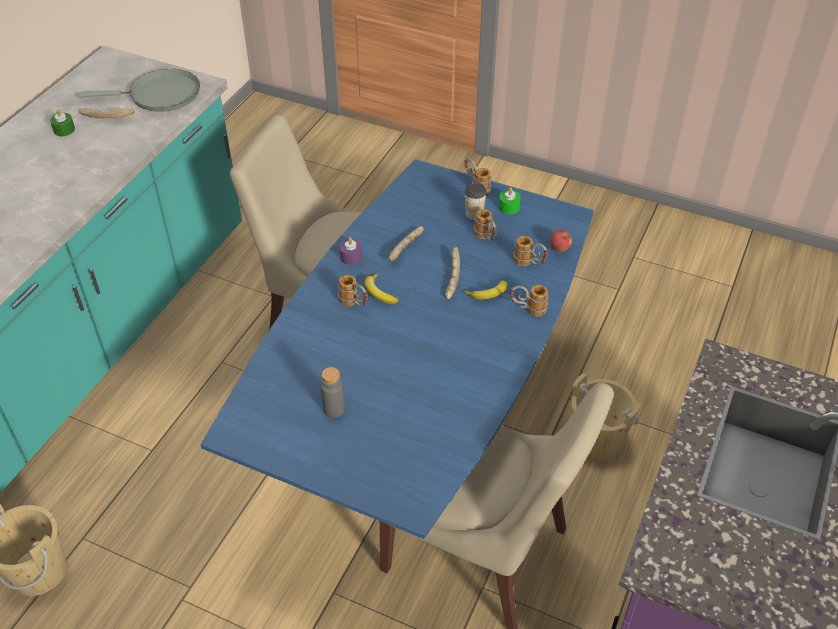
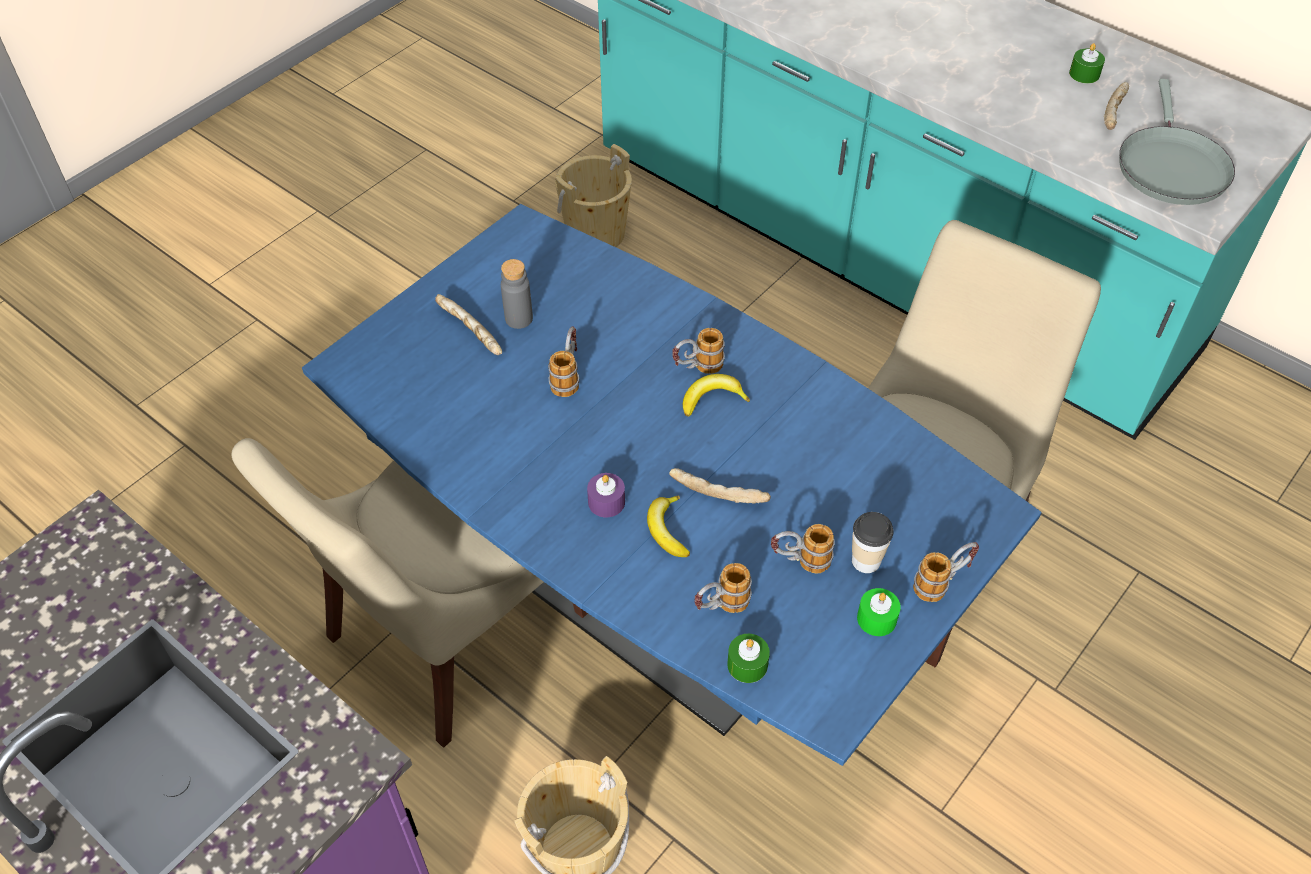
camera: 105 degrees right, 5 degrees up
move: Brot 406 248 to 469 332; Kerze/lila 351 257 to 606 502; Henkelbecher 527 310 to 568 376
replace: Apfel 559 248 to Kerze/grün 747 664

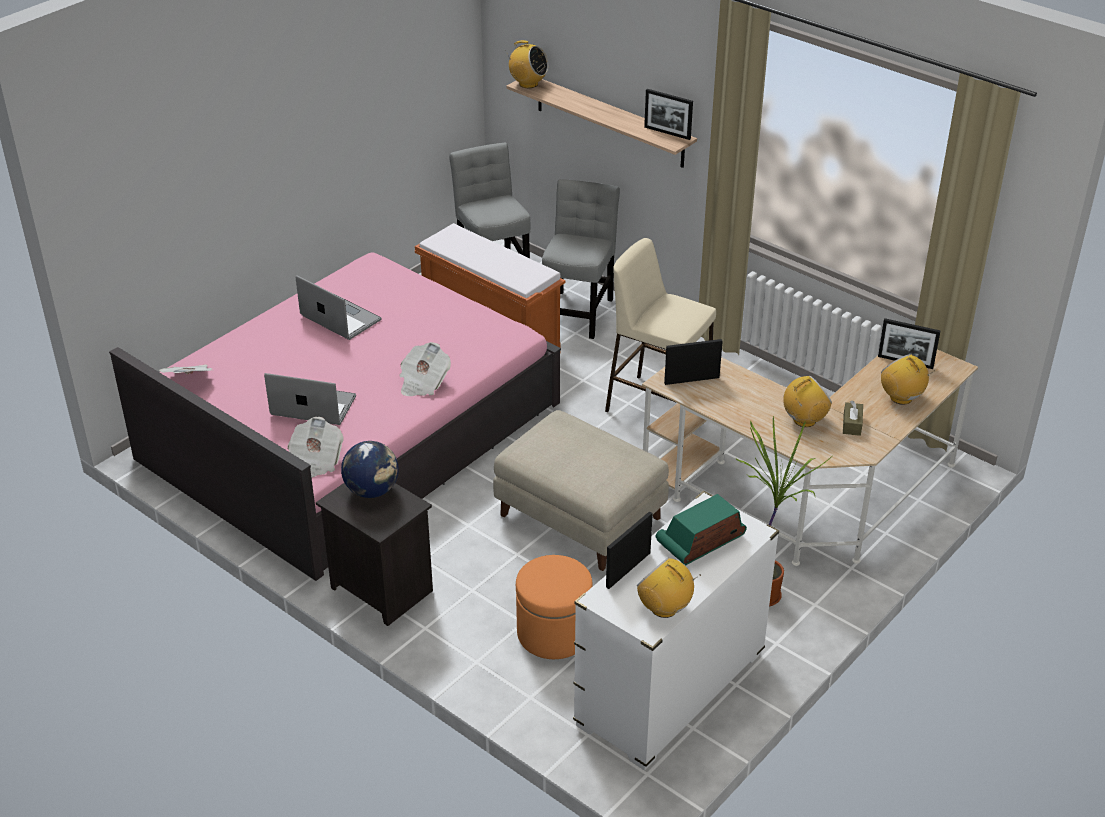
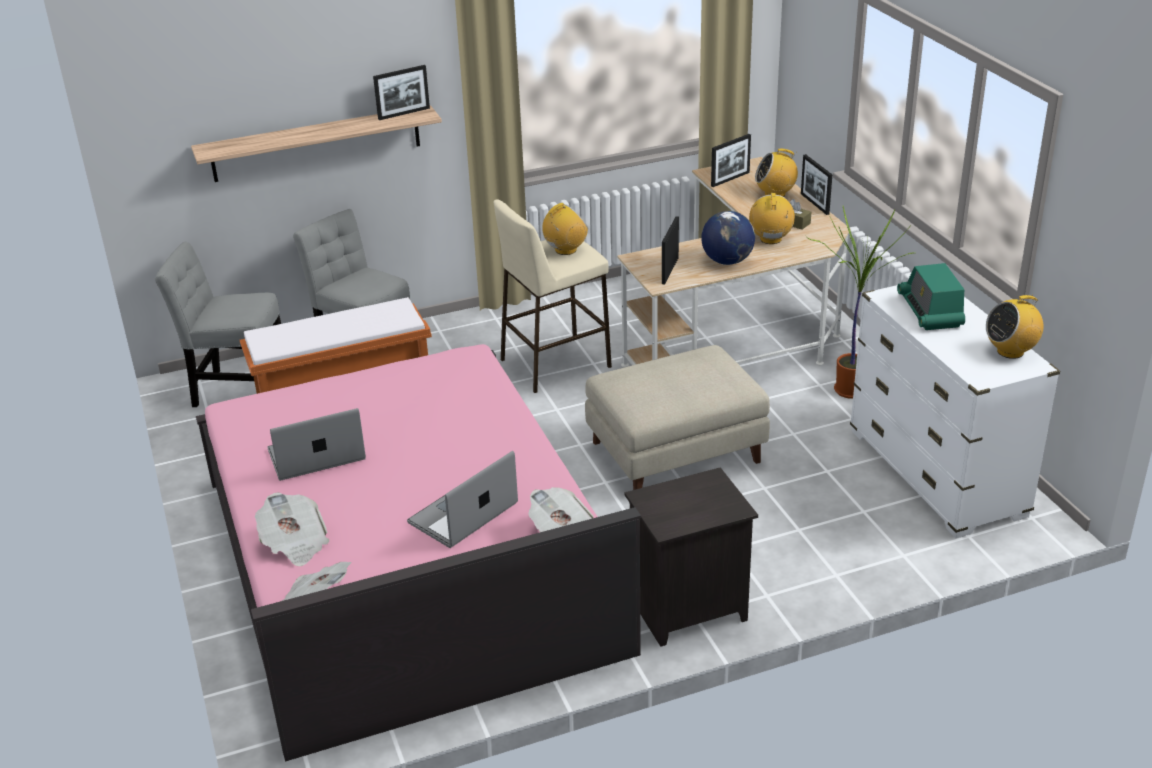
camera: 60 degrees left, 5 degrees down
delete: Polsterhocker/orange 554 633
move: Radio 528 84 to 565 250; Zeitung 423 382 to 295 544; Globus 372 490 to 727 261; Bilderrahmen 628 570 to 814 204

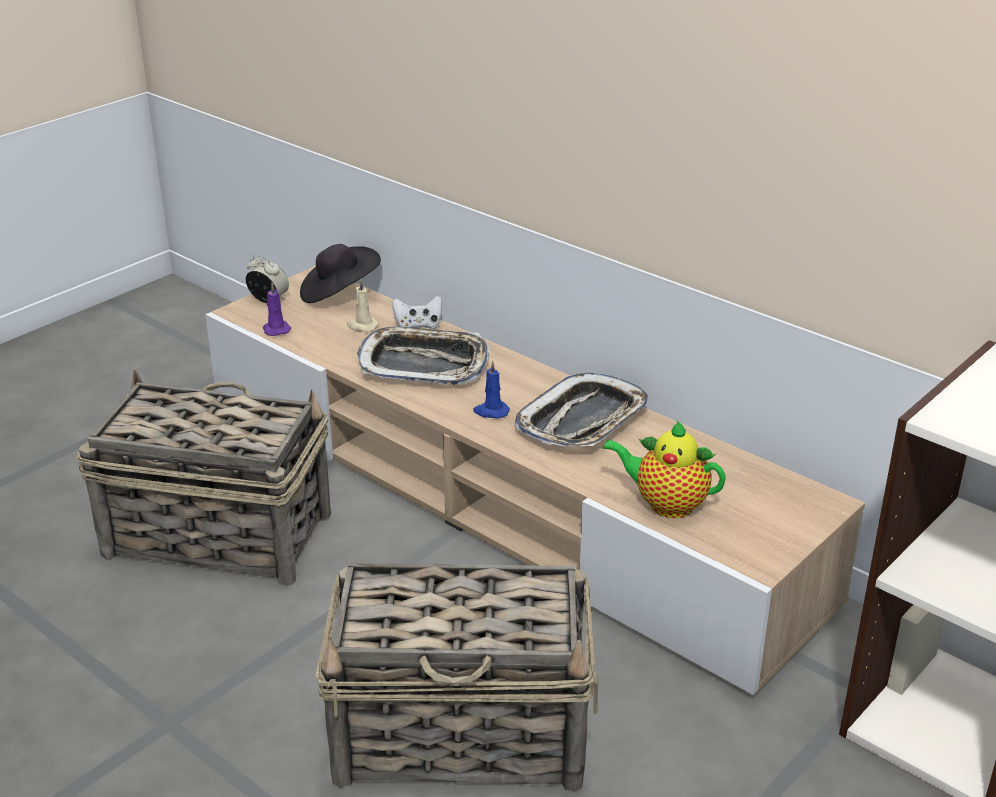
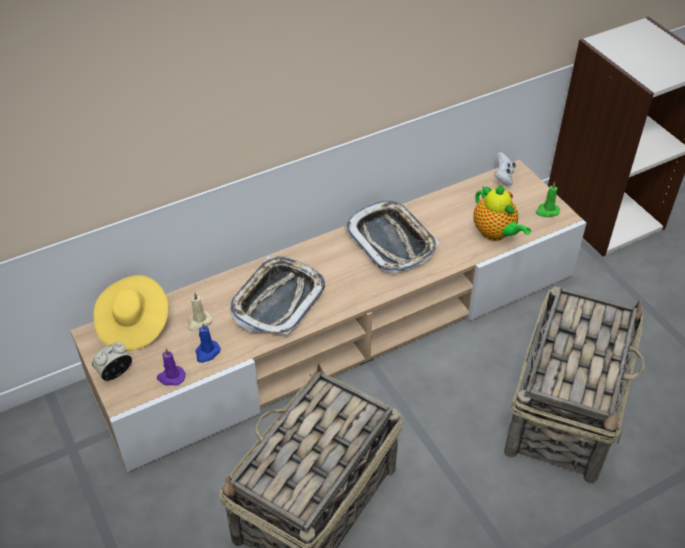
camera: 70 degrees left, 15 degrees up
insert: Kerze/grün 547 211
move: Gamepad/weiß 418 326 to 503 178; Kerze/blau 491 411 to 207 352
recolor: Hut/schwarz 339 293 to Hut/gelb 133 325
rotate: Teekanne 666 504 = 495 233 75 degrees counterclockwise

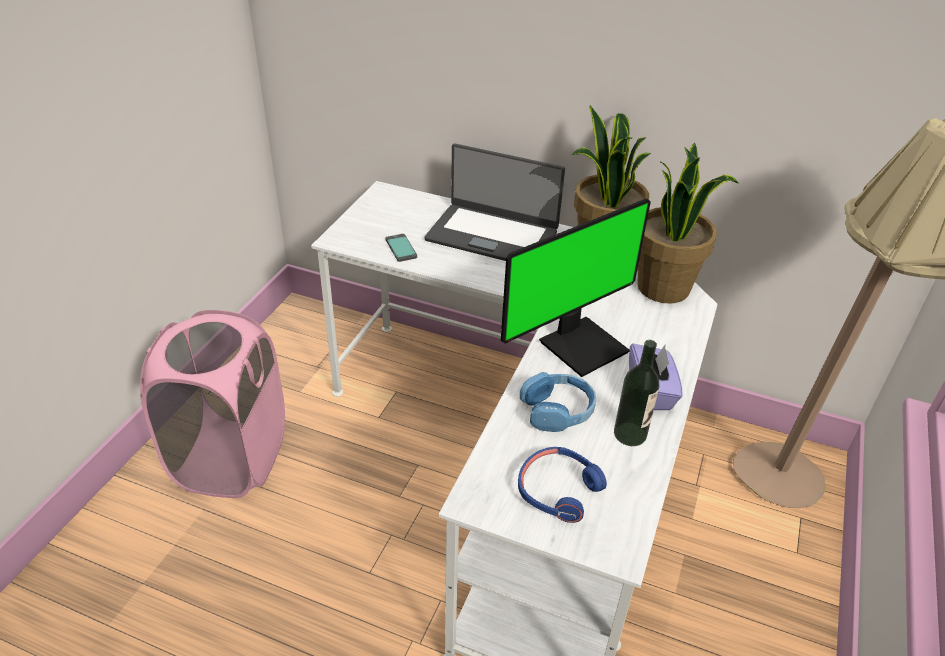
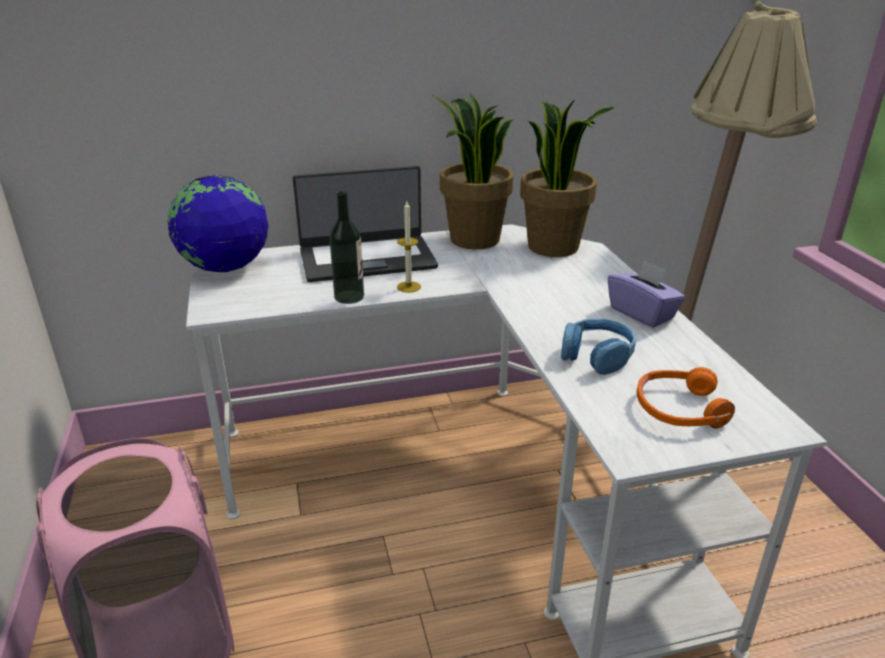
camera: 35 degrees left, 10 degrees down
delete: Monitor 581 344; Handy 401 248
insert: Globus 225 268; Kerze 408 287
move: Flasche 630 434 to 349 297
recolor: Kopfhörer/blau 558 490 to Kopfhörer/orange 679 409

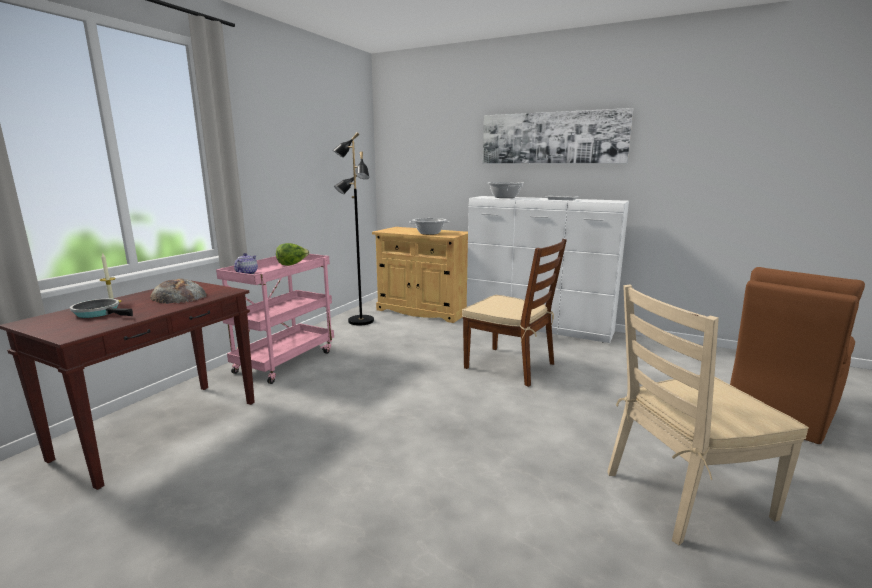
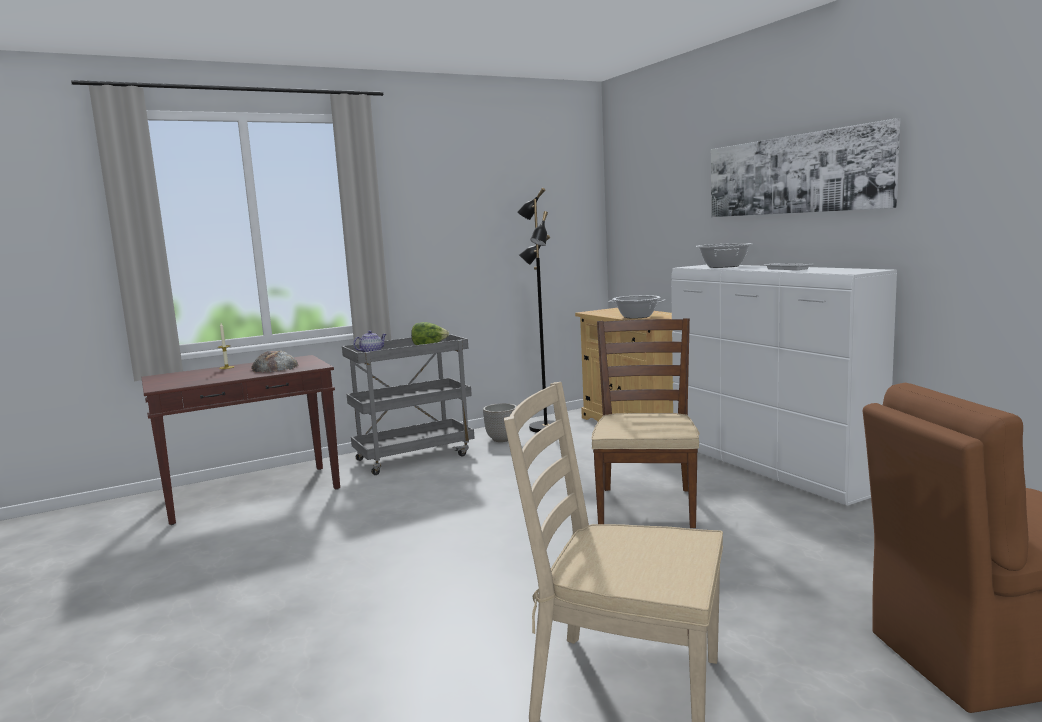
camera: 35 degrees right, 5 degrees down
delete: Pfanne 100 313
insert: Pflanzkübel 502 439
recolor: Rollwagen/rosa 285 361 to Rollwagen/grau 414 457
rotate: Stuhl/braun 510 366 = 646 506 150 degrees counterclockwise

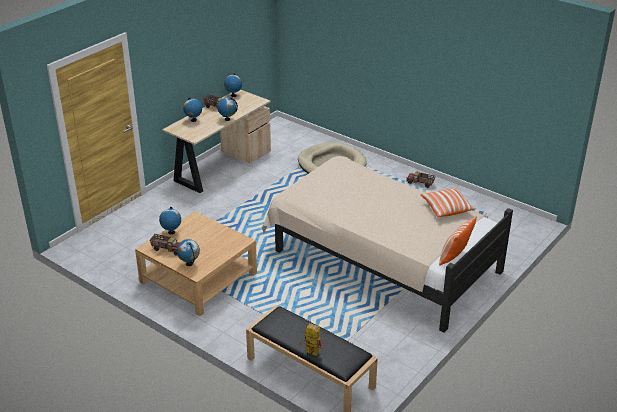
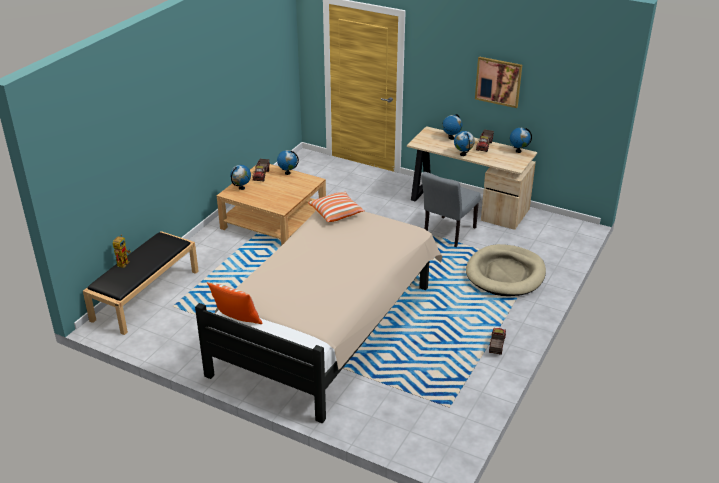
camera: 80 degrees right, 0 degrees up
insert: Bild 498 81; Stuhl/grau 447 234
move: Kissen 446 208 to 336 213

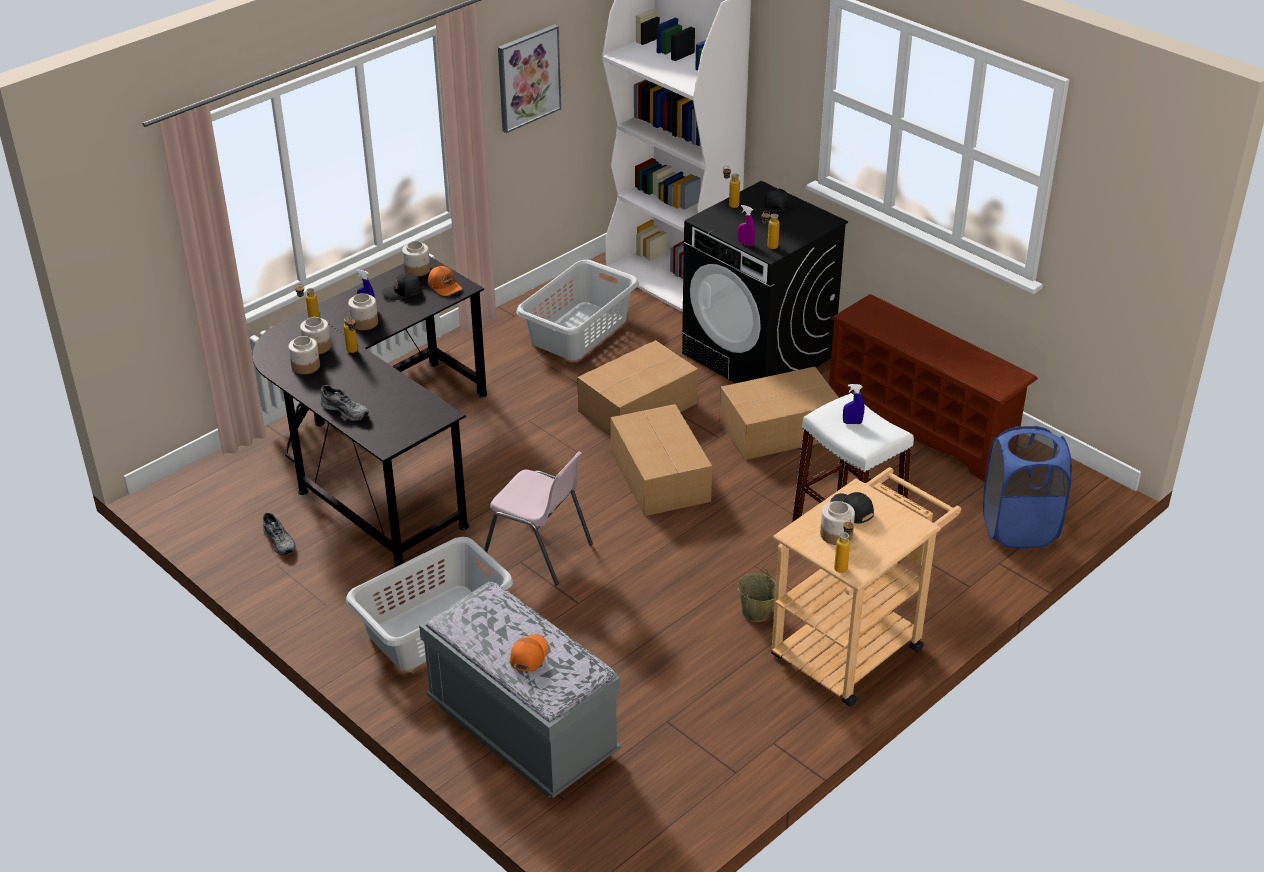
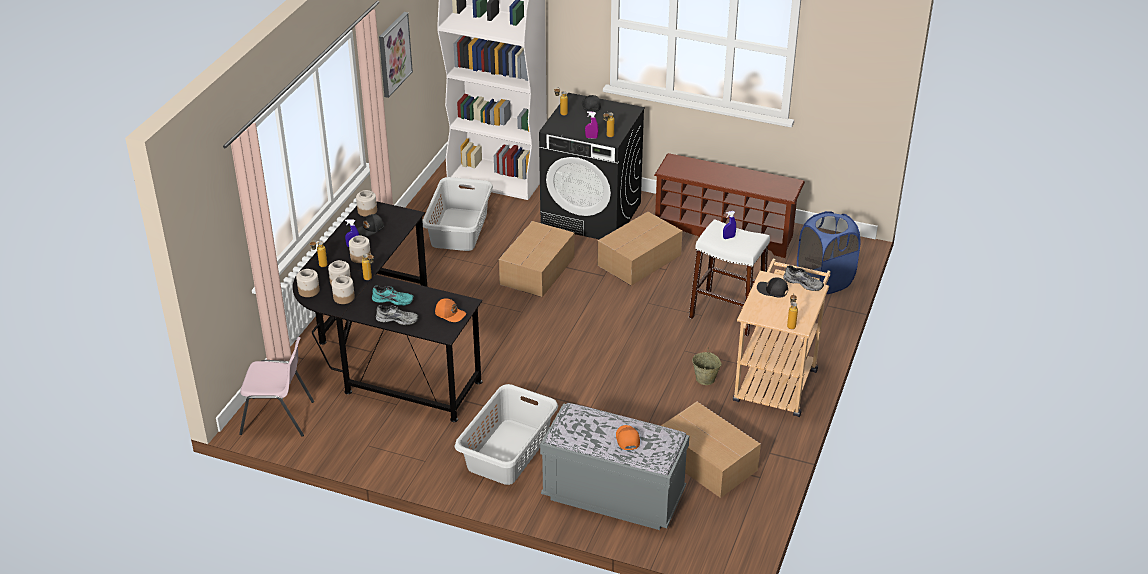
camera: 25 degrees left, 0 degrees up
insert: Schuh/türkis 393 299
move: Kappe/orange 445 286 to 450 314; Karton 659 477 to 707 462; Stuhl/rosa 539 552 to 278 418; Vorratsglas 836 534 to 309 291; Schuh/grau 280 541 to 803 283

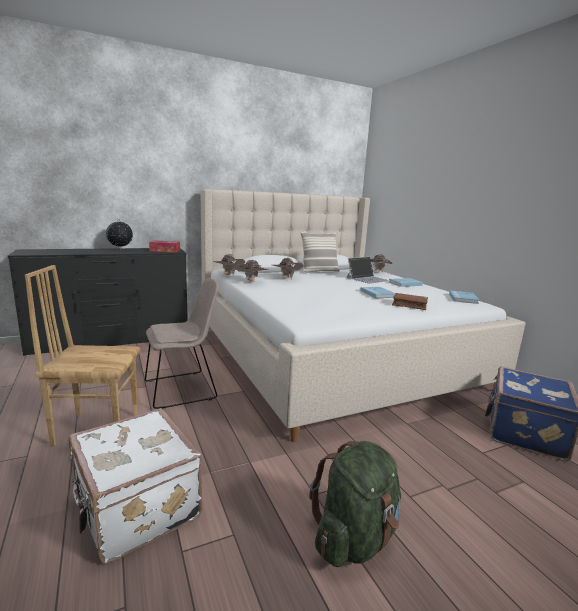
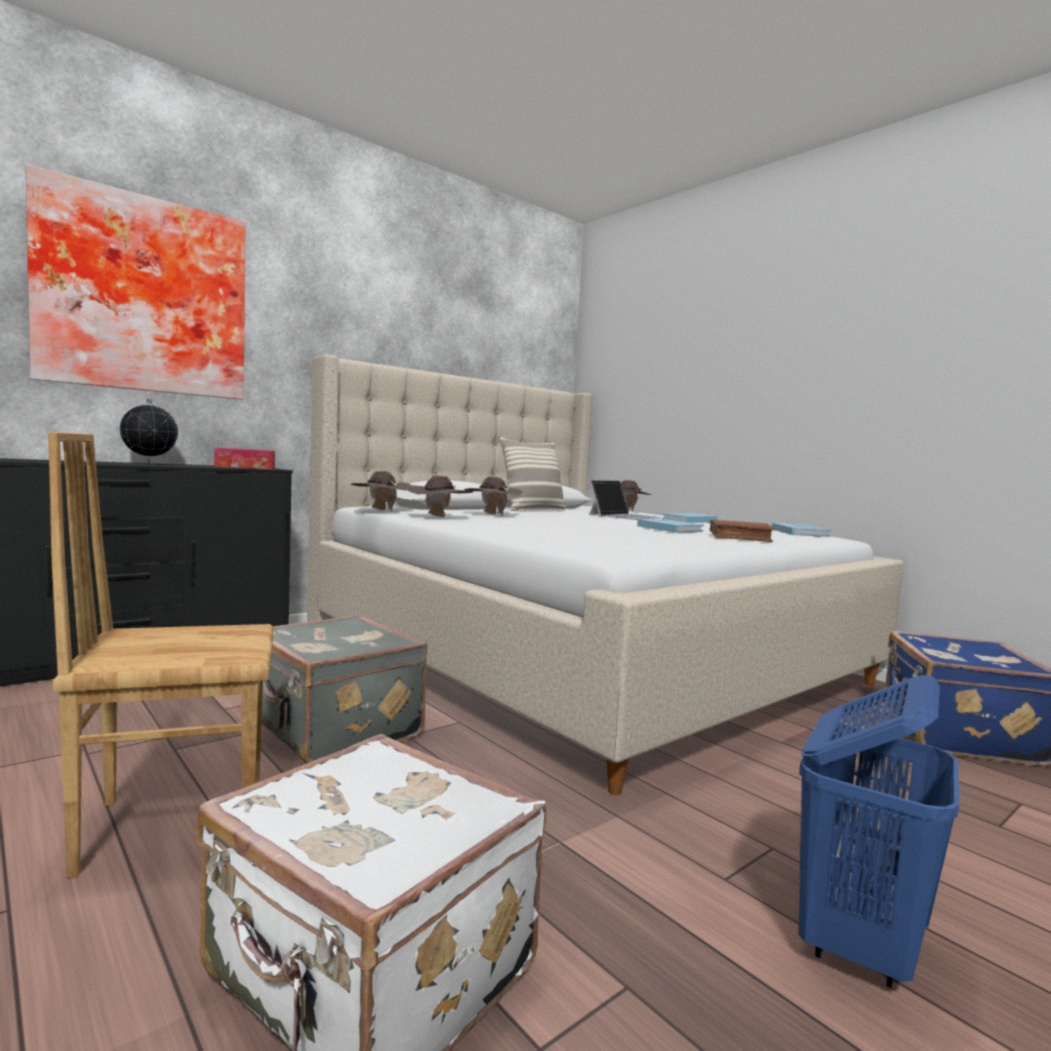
camera: 15 degrees left, 10 degrees down
insert: Bild 143 296
replace: Stuhl/beige 183 389 to Koffer/grau 333 730; Rucksack/grün 355 538 to Wäschekorb/blau 857 944

